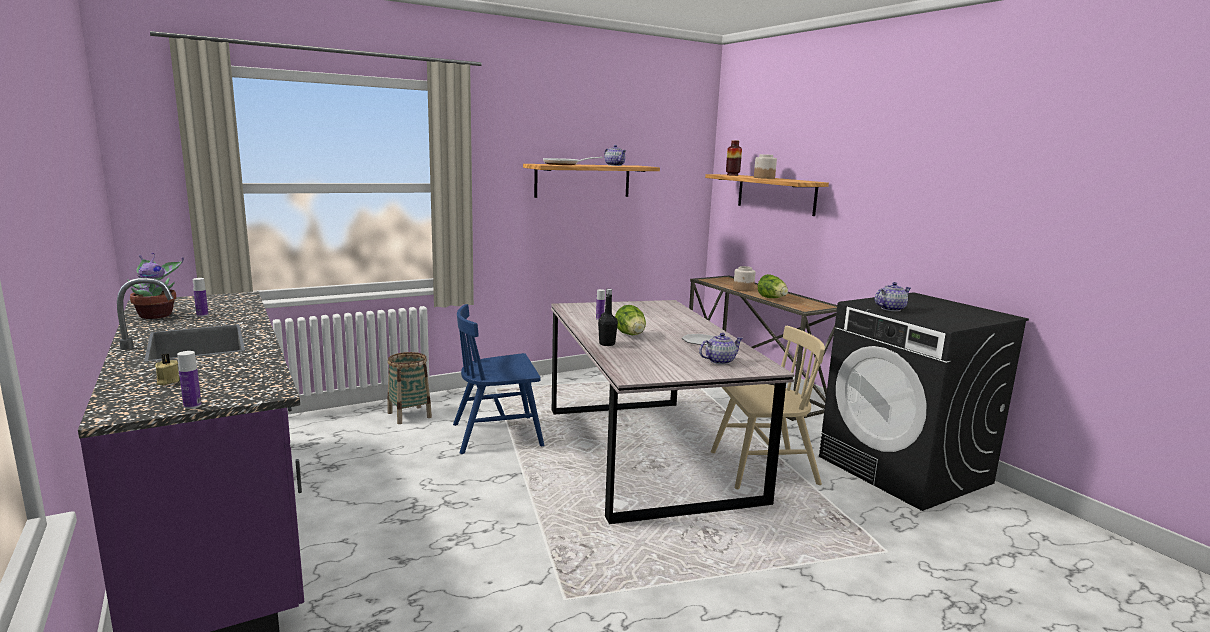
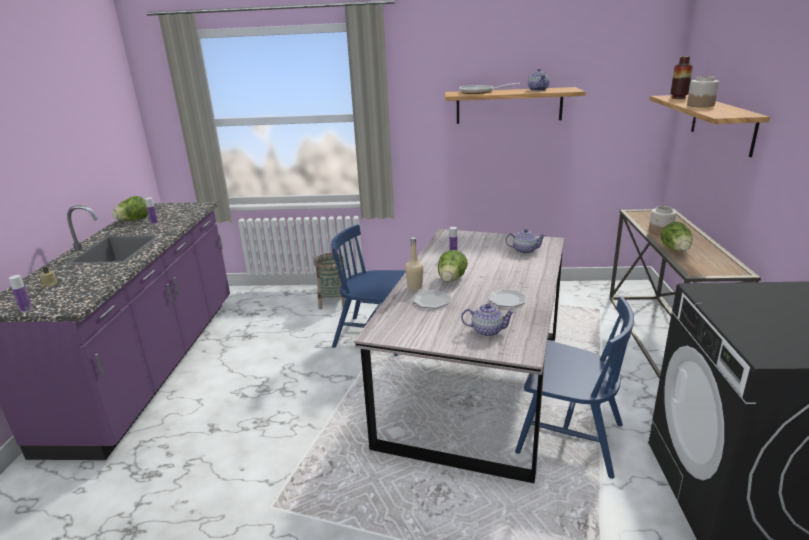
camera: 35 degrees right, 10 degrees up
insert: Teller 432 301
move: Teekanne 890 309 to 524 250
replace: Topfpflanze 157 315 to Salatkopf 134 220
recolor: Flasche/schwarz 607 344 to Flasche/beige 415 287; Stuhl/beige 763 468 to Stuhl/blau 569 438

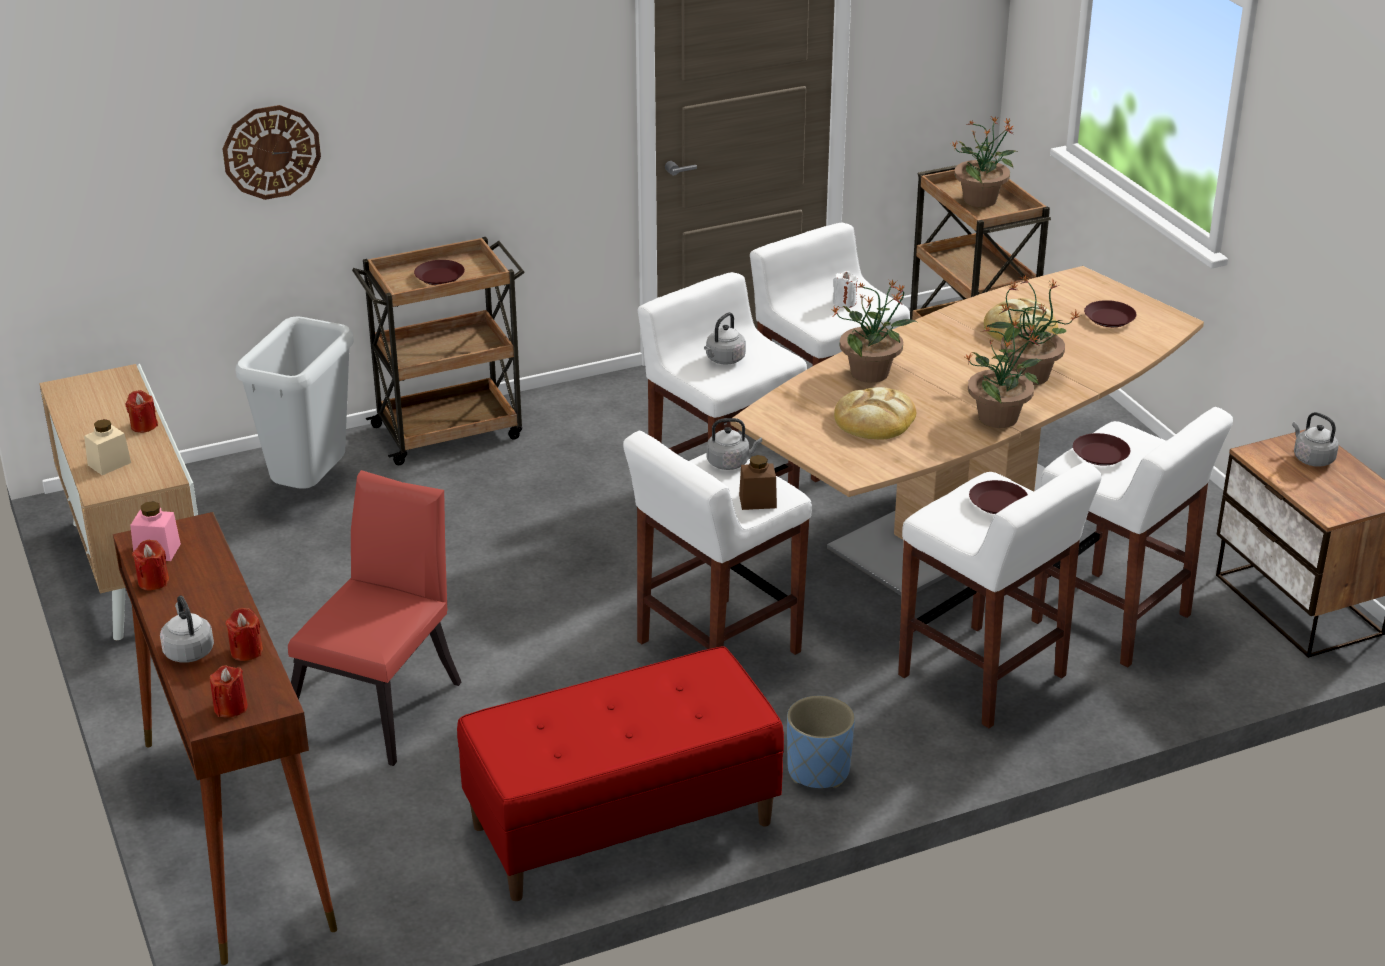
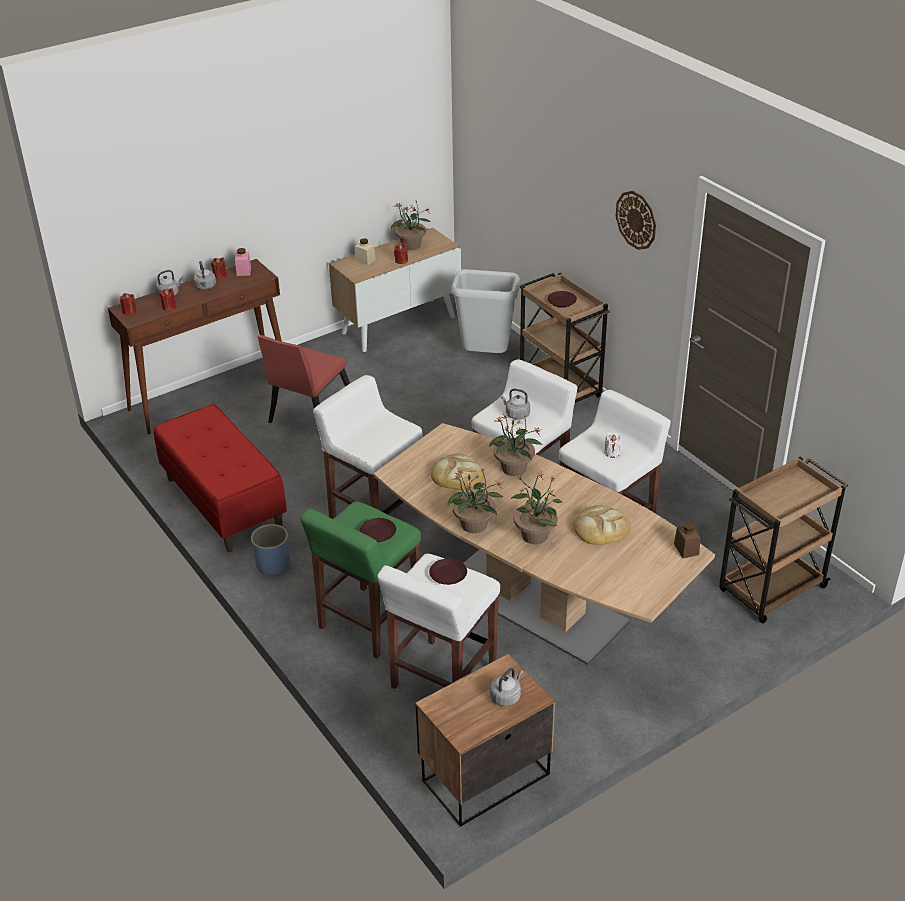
camera: 80 degrees right, 5 degrees up
delete: Teller/braun 1109 319
move: Wanduhr 271 151 to 636 220; Topfpflanze 981 200 to 411 246; Wasserkessel/grau 730 463 to 205 287; Vorratsglas/braun 757 501 to 686 549
recolor: Hocker/weiß 984 677 to Hocker/grün 368 623
rotate: Stuhl/rot 381 701 = 308 414 105 degrees clockwise

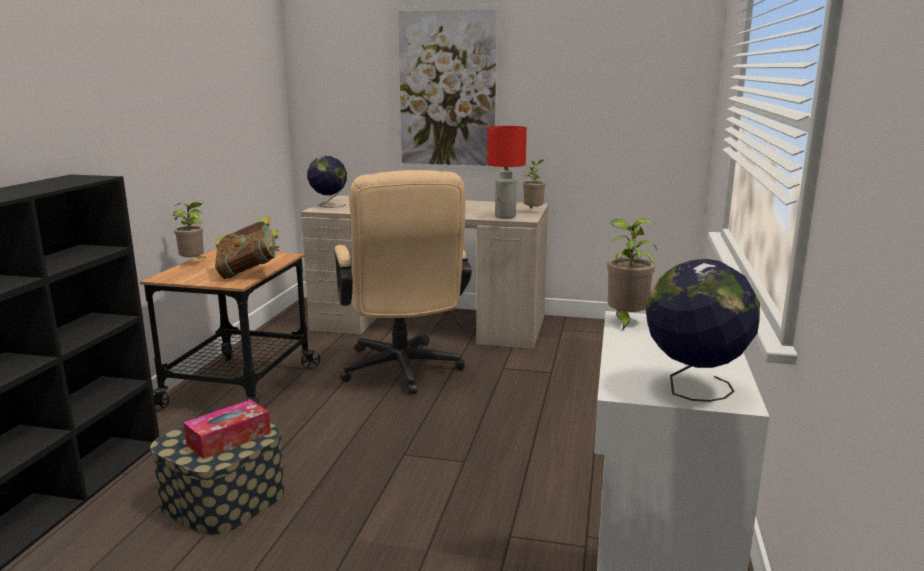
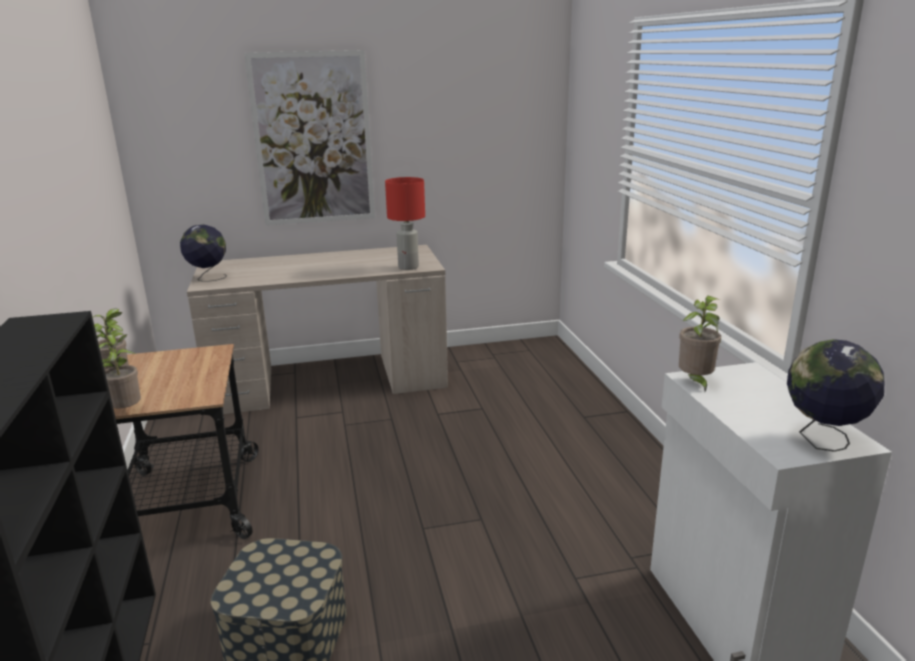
camera: 25 degrees left, 5 degrees up
delete: Bürostuhl/beige 402 372; Buch 249 273; Taschentuchbox 229 439
move: Topfpflanze 533 212 to 127 411

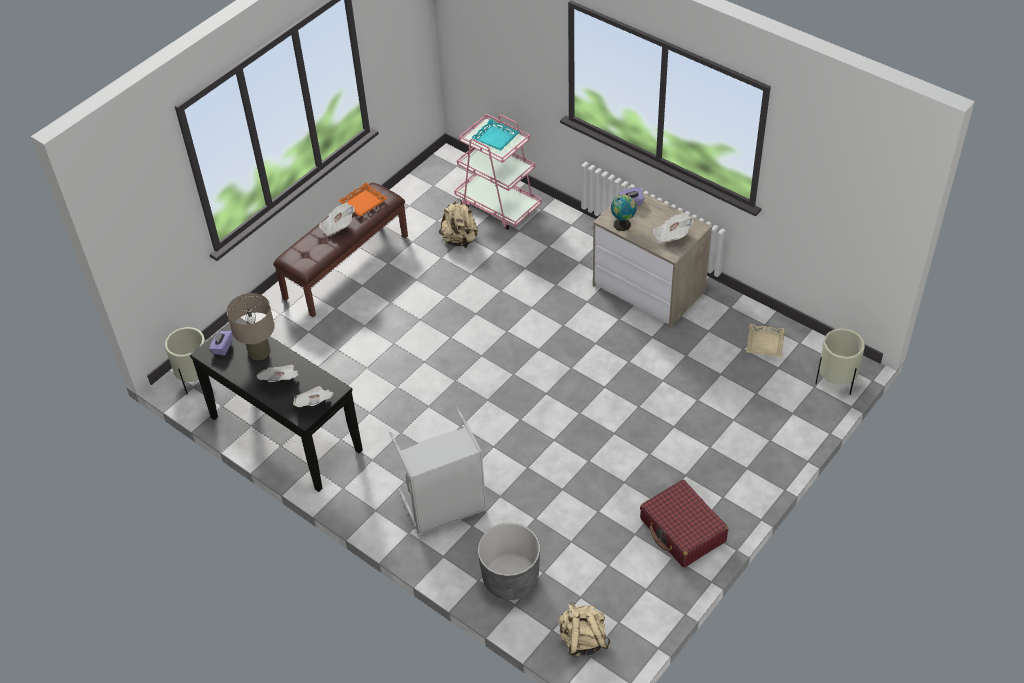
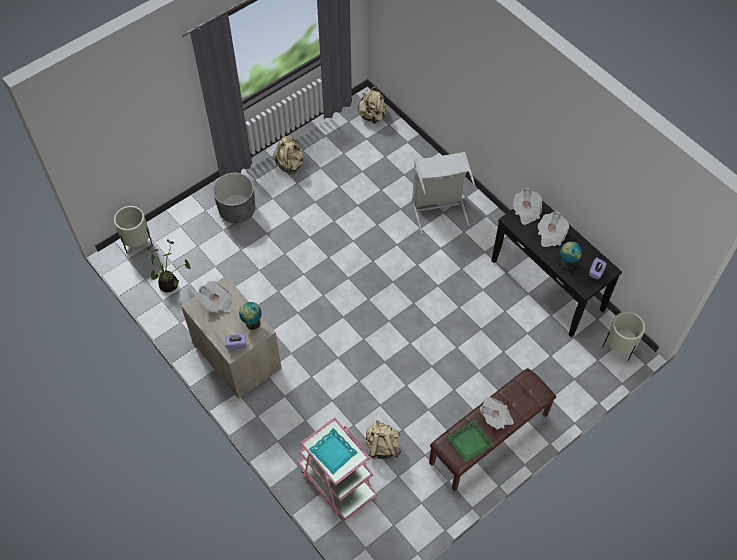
camera: 170 degrees left, 10 degrees up
move: Pflanzkübel/grau 510 578 to 237 210
replace: Tischlampe/beige 259 351 to Globus 567 262; Tablett/beige 765 343 to Topfpflanze 170 284; Koffer/rot 682 530 to Rucksack/beige 290 164
recolor: Tablett/orange 363 202 to Tablett/grün 470 442

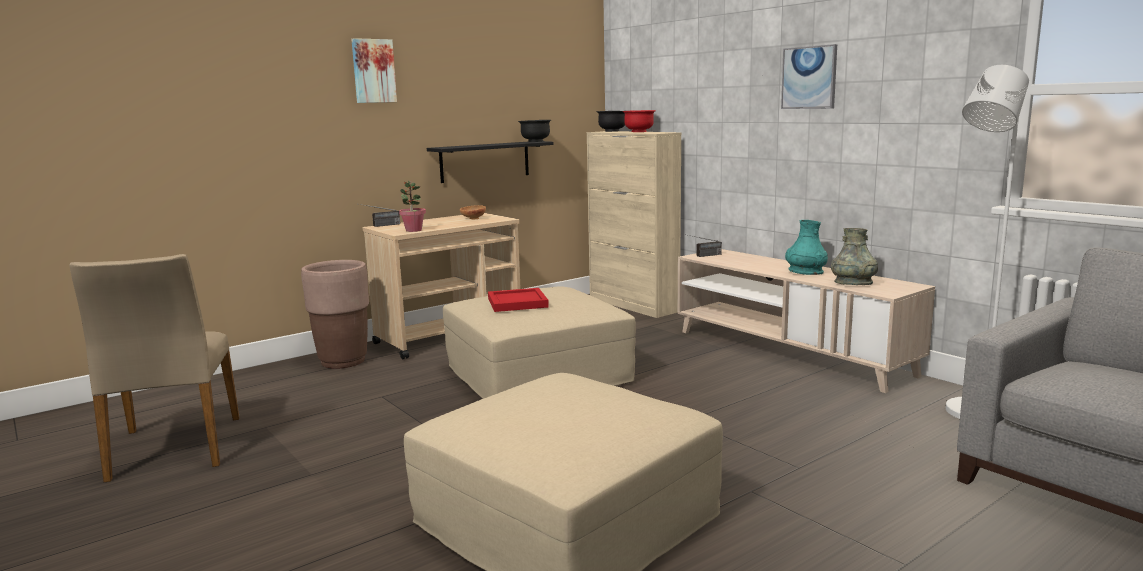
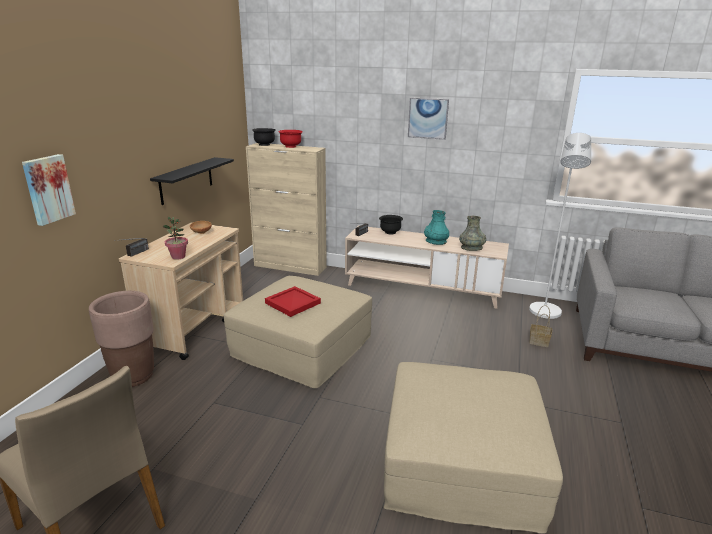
camera: 35 degrees left, 10 degrees up
insert: Korb 539 342
move: Bild 373 71 to 48 189; Schüssel/schwarz 535 141 to 390 232

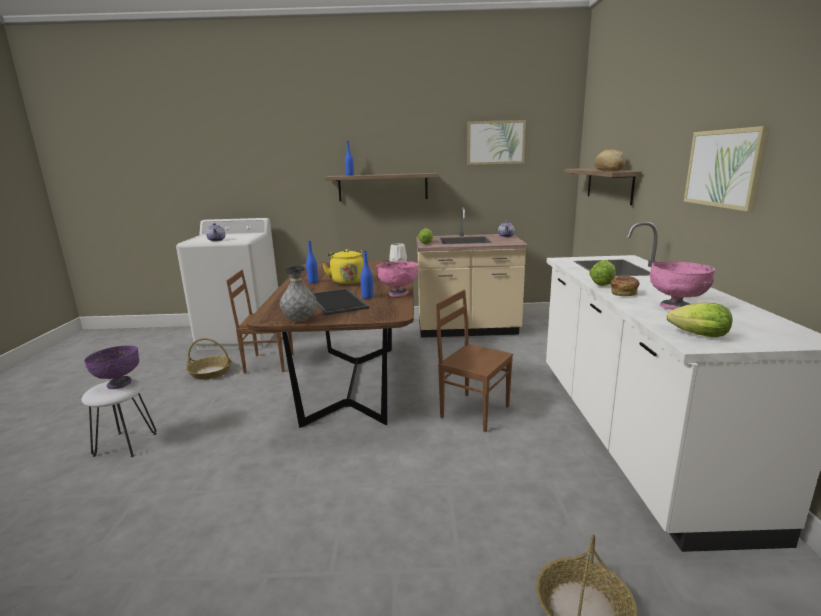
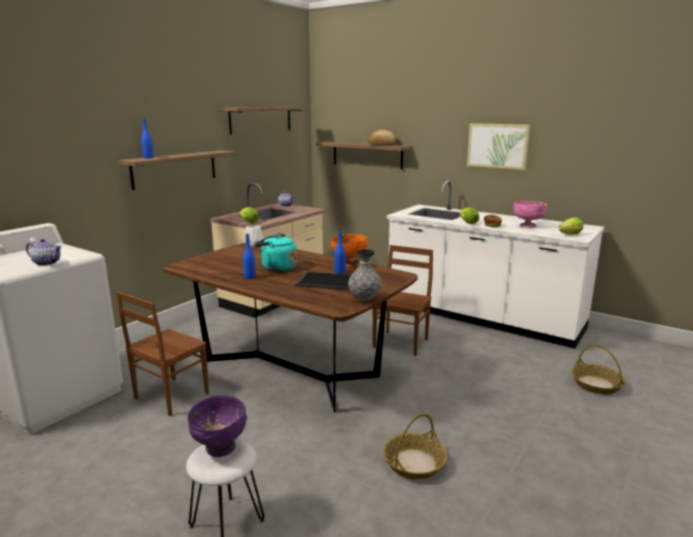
camera: 55 degrees left, 0 degrees up
move: Korb 211 372 to 414 463
replace: Bild 495 142 to Wandregal 261 119
recolor: Wasserkessel/gelb 347 281 to Wasserkessel/türkis 276 268; Schüssel/rosa 398 294 to Schüssel/orange 349 264
rotate: Stuhl/braun 474 411 = 401 343 135 degrees clockwise

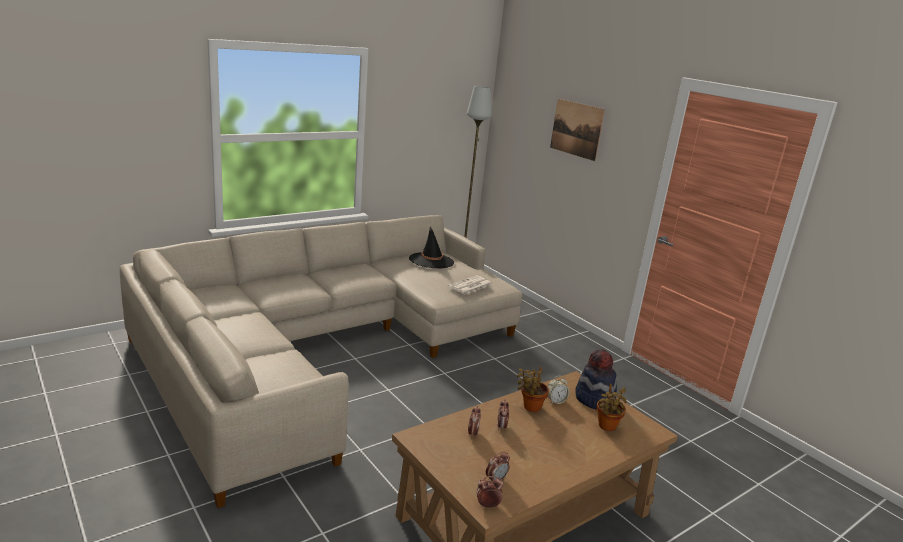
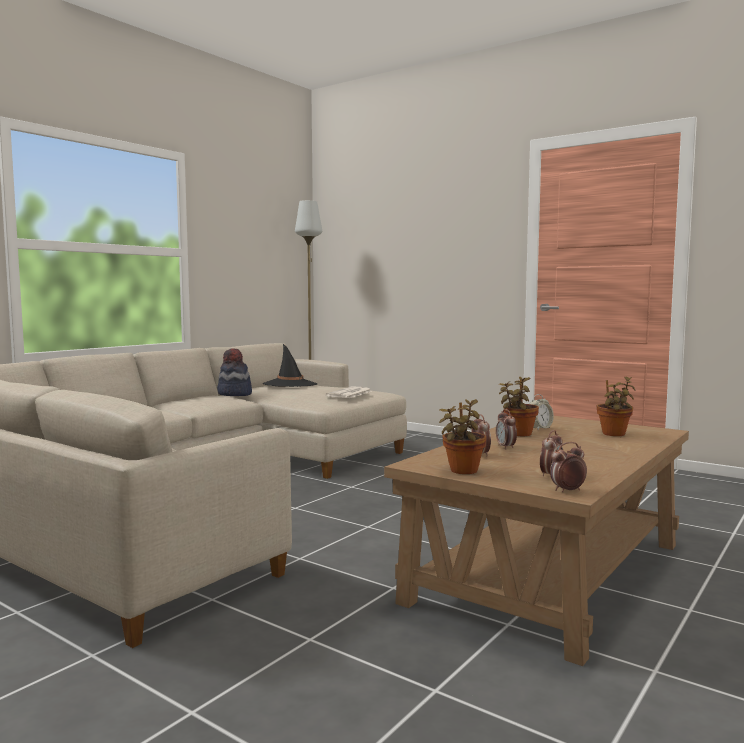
camera: 15 degrees left, 15 degrees down
delete: Bild 576 129
insert: Topfpflanze 462 471
move: Hut 594 399 to 234 394

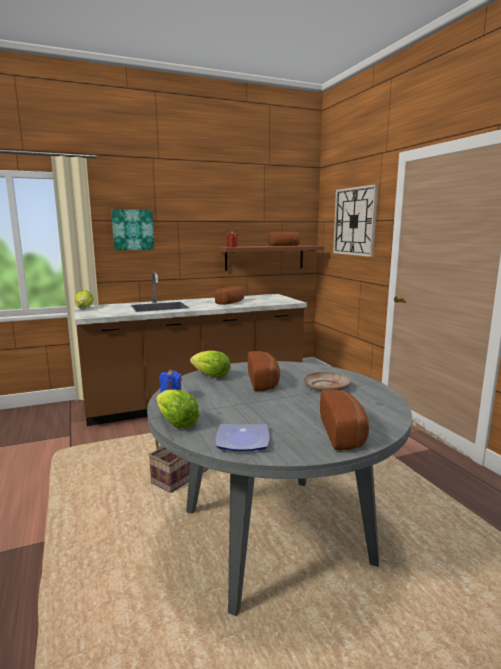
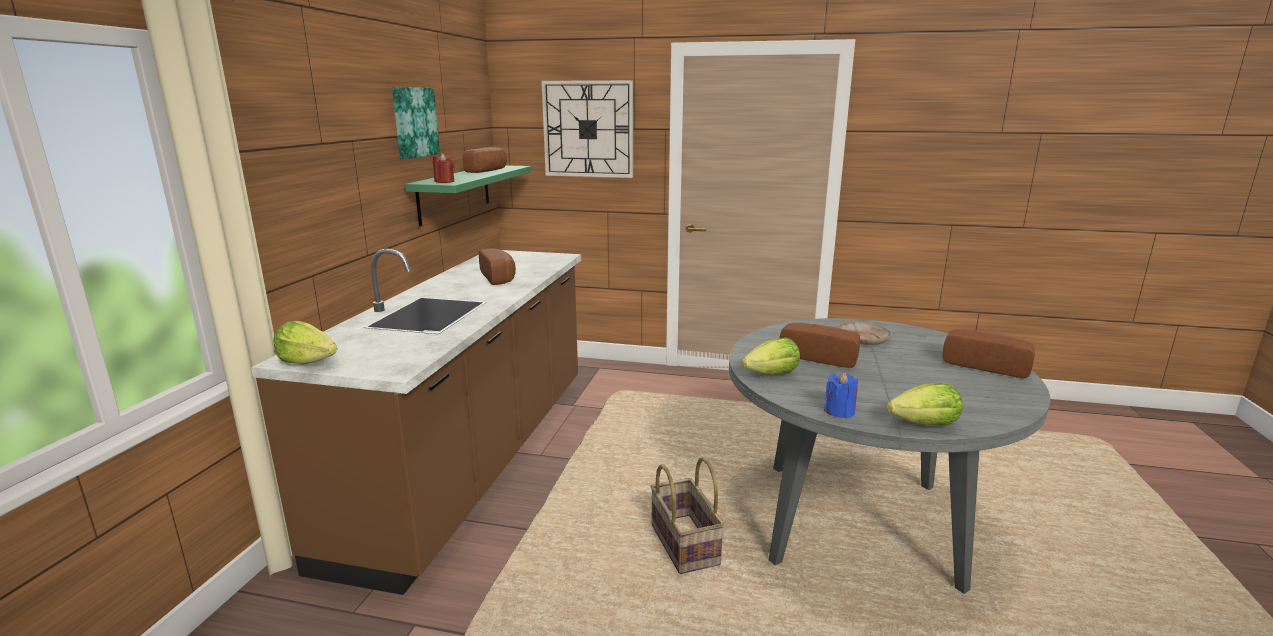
camera: 55 degrees left, 5 degrees up
delete: Teller 241 440
move: Bild 133 230 to 414 122
recolor: Wandregal/braun 265 257 to Wandregal/grün 455 193

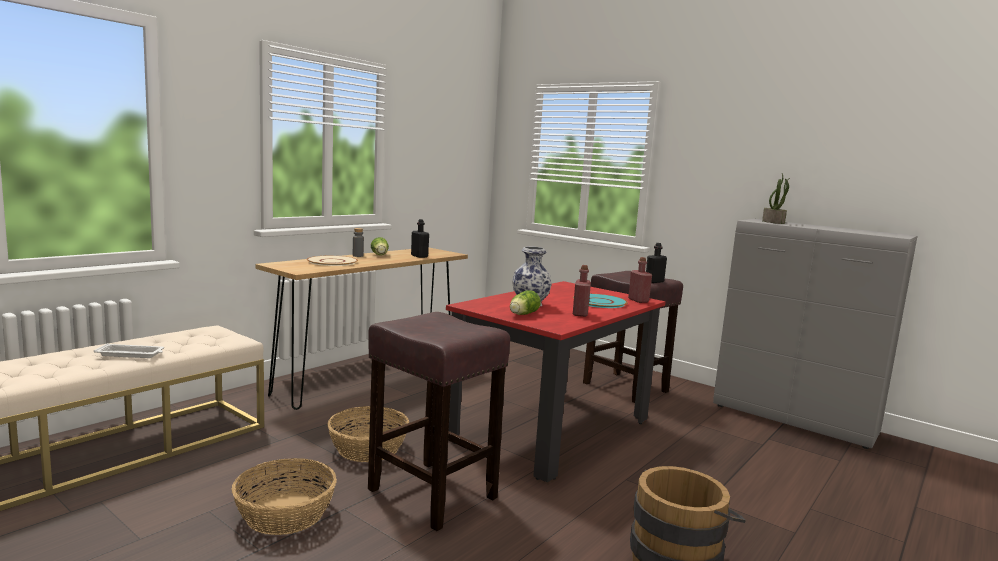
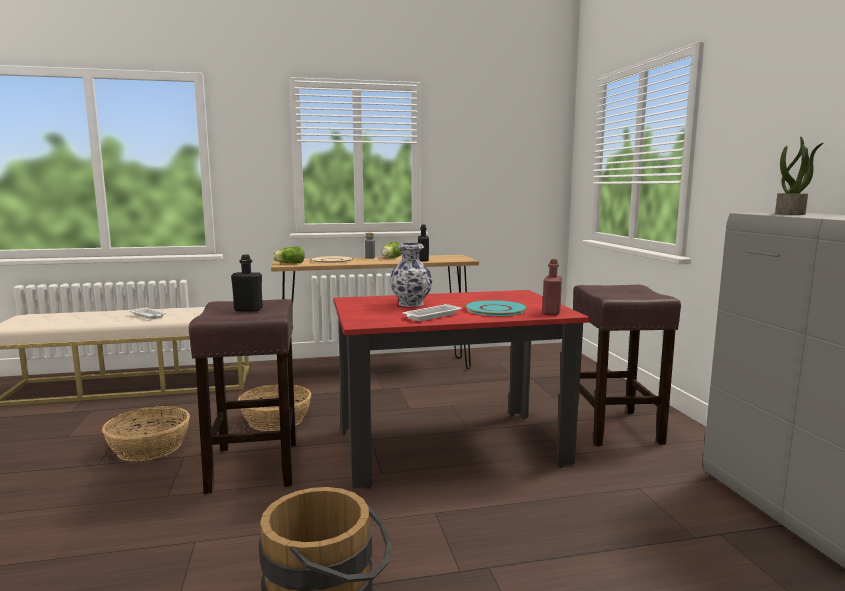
camera: 40 degrees right, 0 degrees up
move: Flasche/schwarz 654 281 to 248 310; Salatkopf 522 314 to 289 263
replace: Flasche/rot 580 314 to Tablett/weiß 431 316

